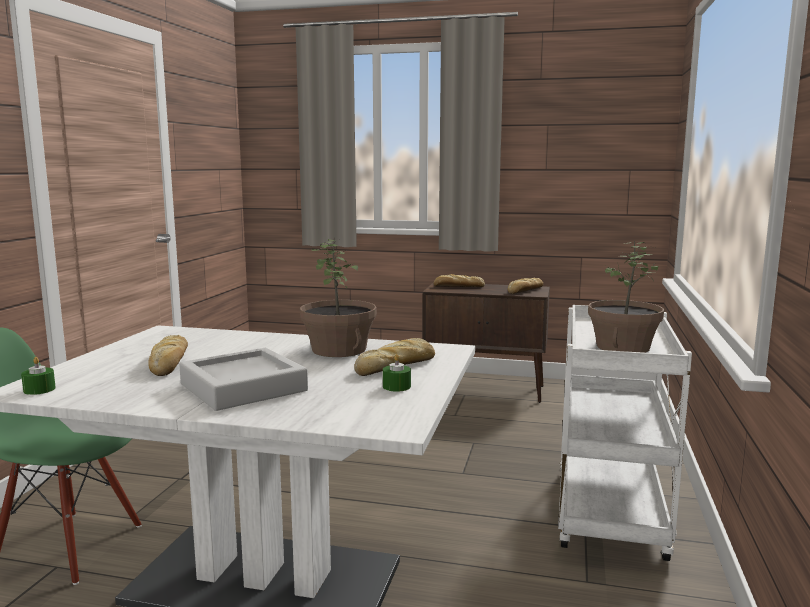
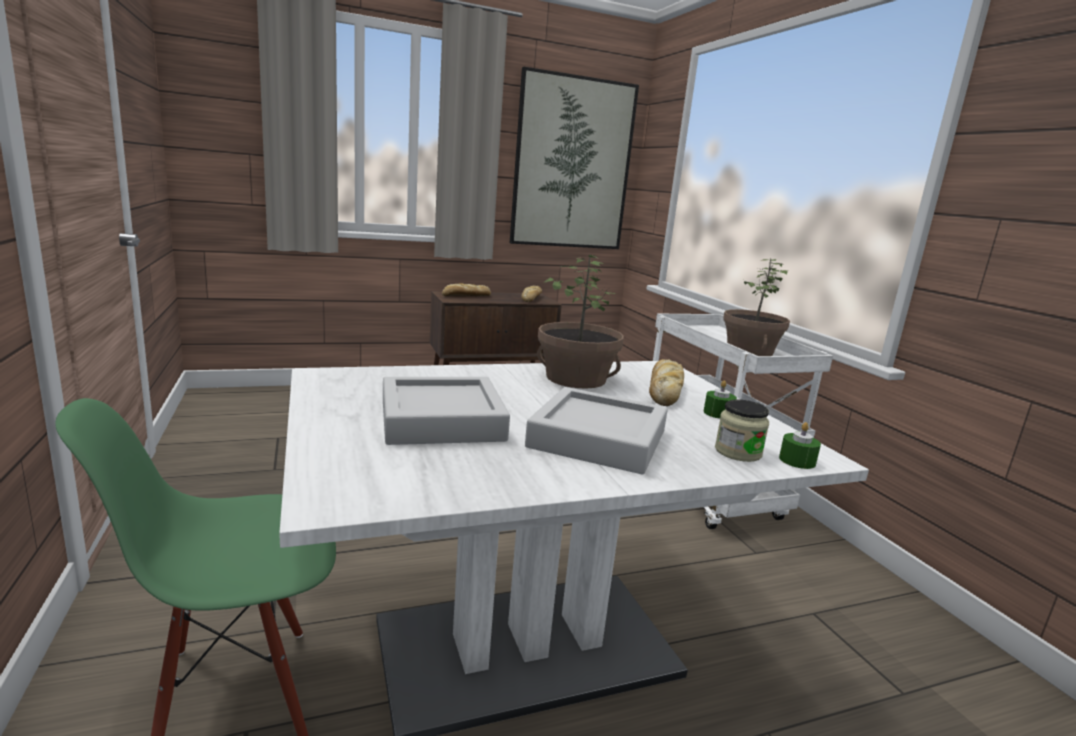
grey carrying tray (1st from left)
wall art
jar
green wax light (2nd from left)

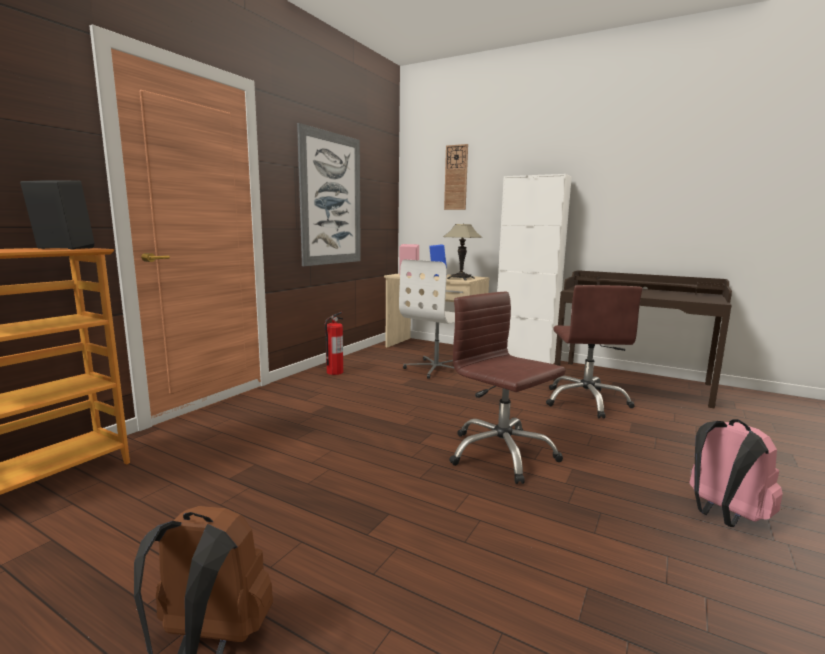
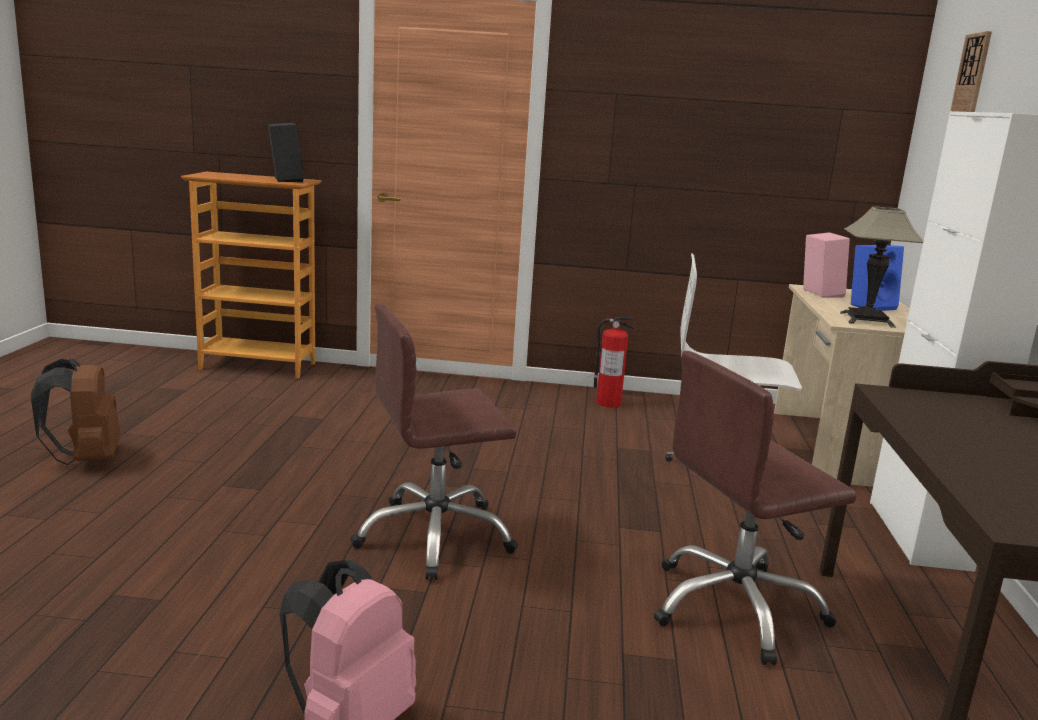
brown-coloured computer chair (1st from left)
wall art

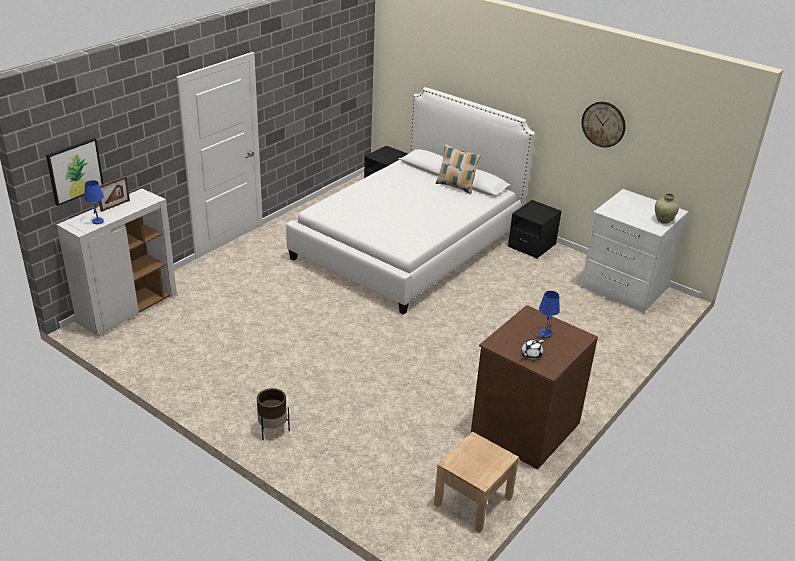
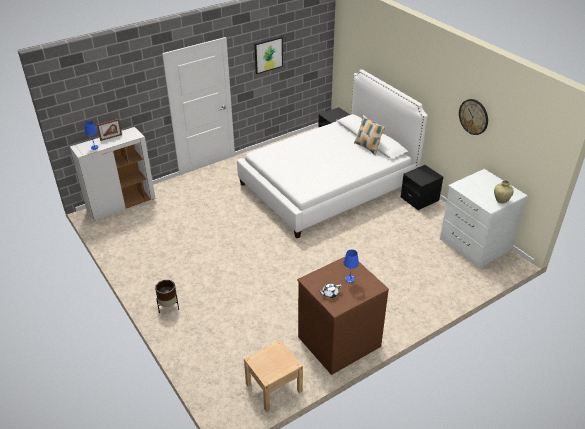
wall art

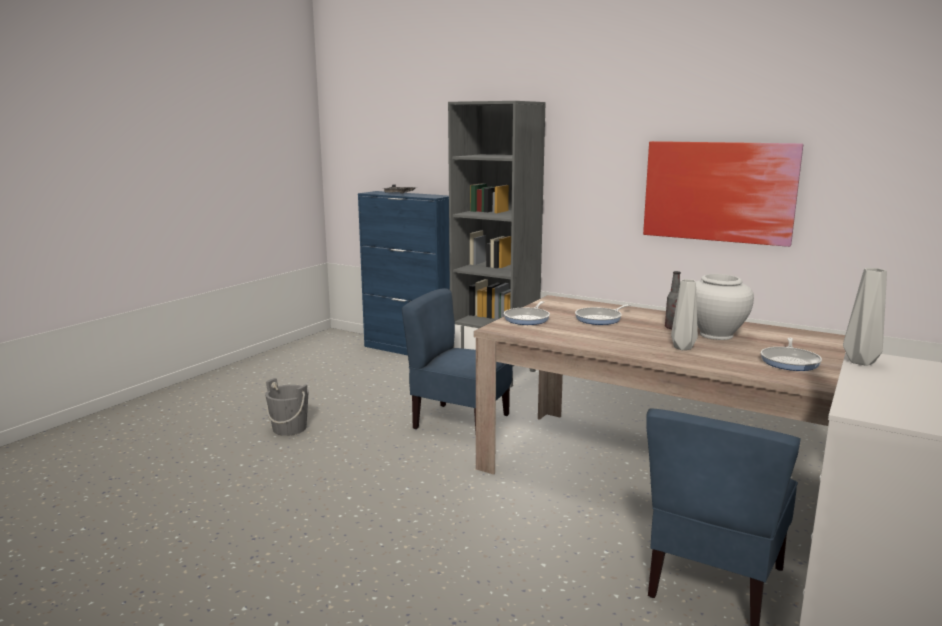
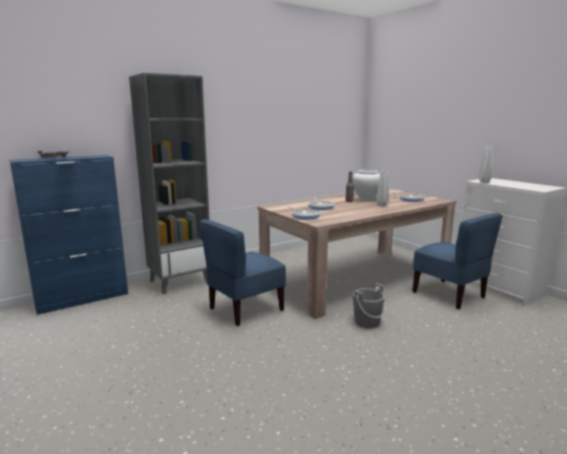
grey water bucket
wall art

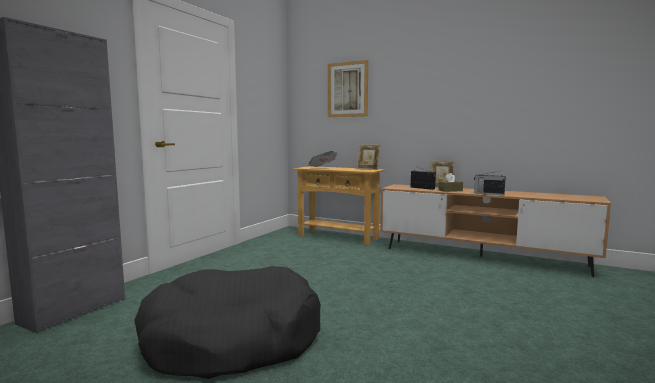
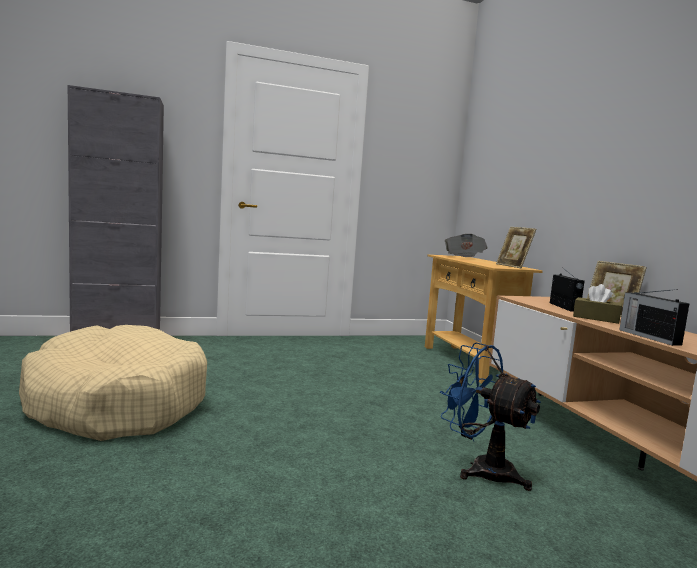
sand-coloured dog cushion
blue-coloured cooling fan
wall art

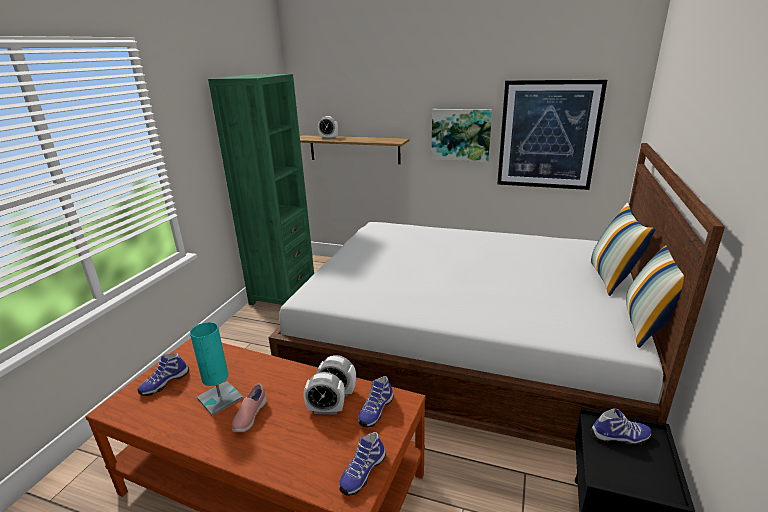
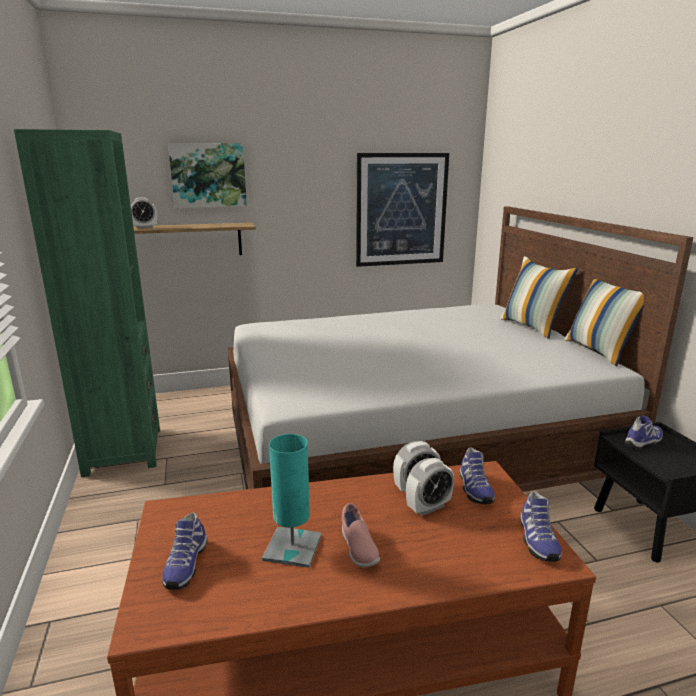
wall art (1st from left)

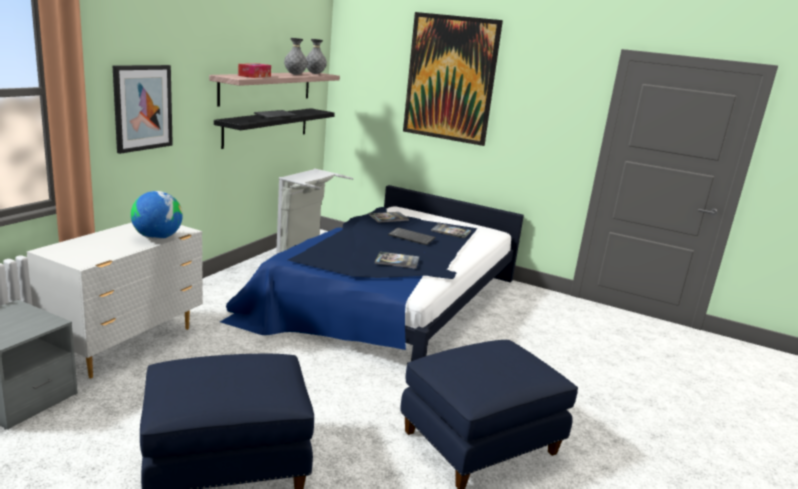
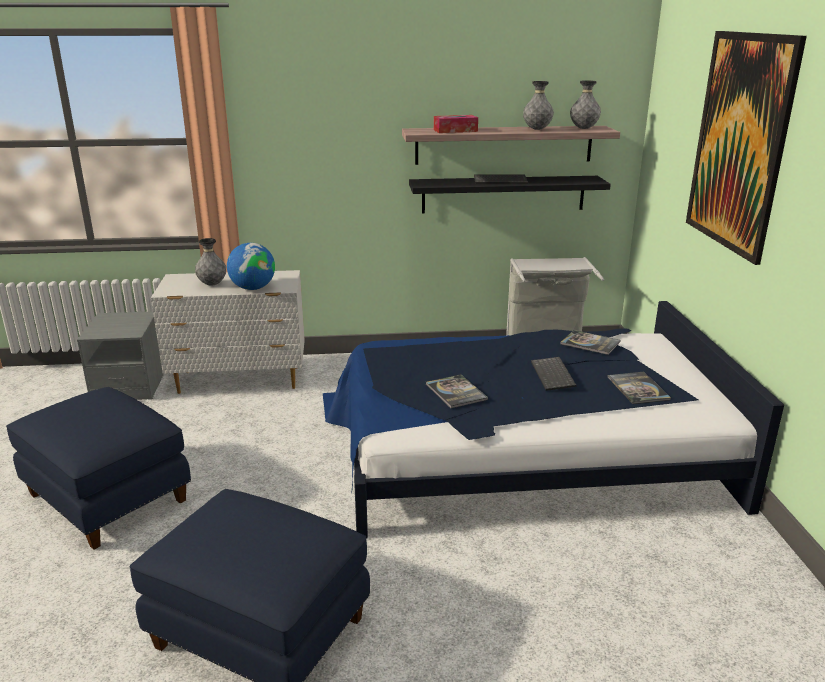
grey vase (1st from left)
wall art (1st from left in the first image)

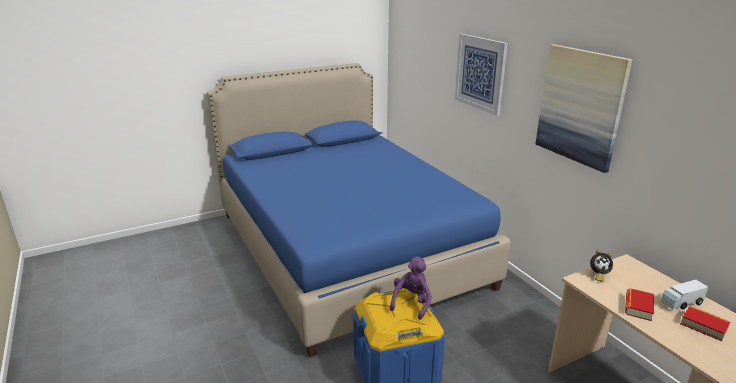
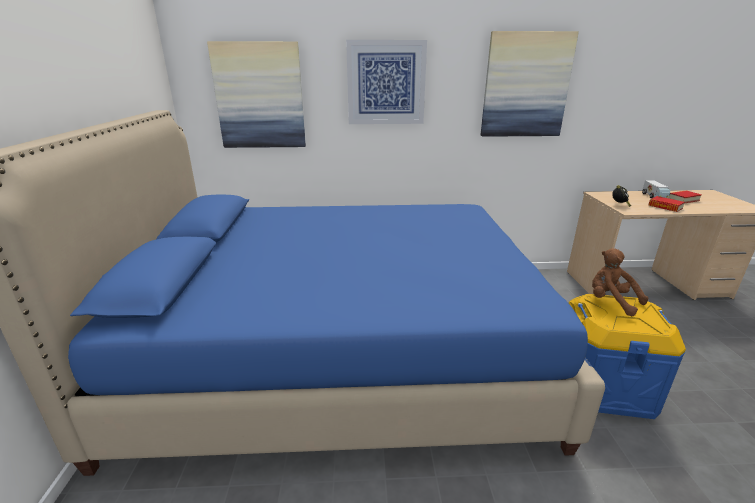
wall art (1st from left)
brown-coloured cuddly toy

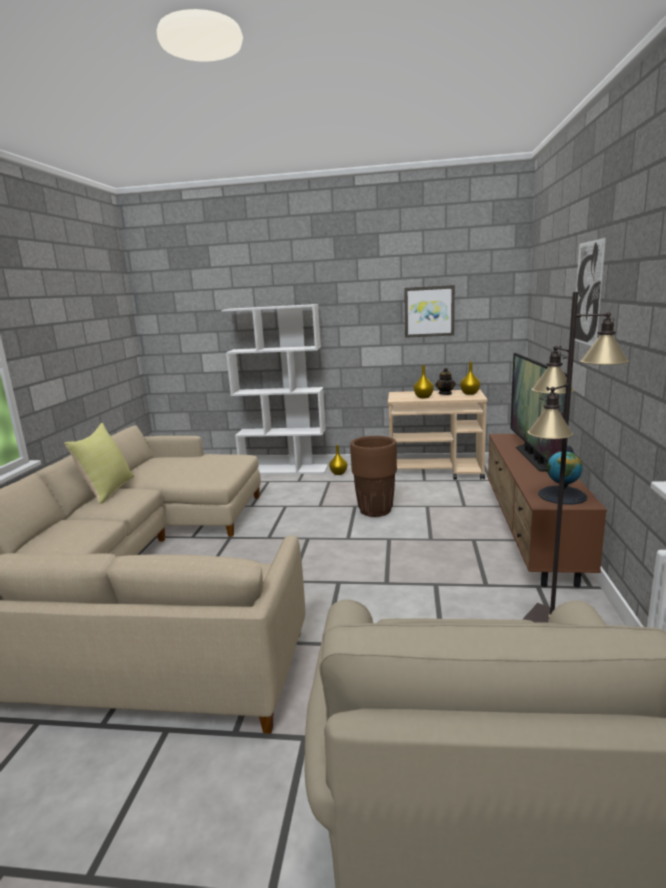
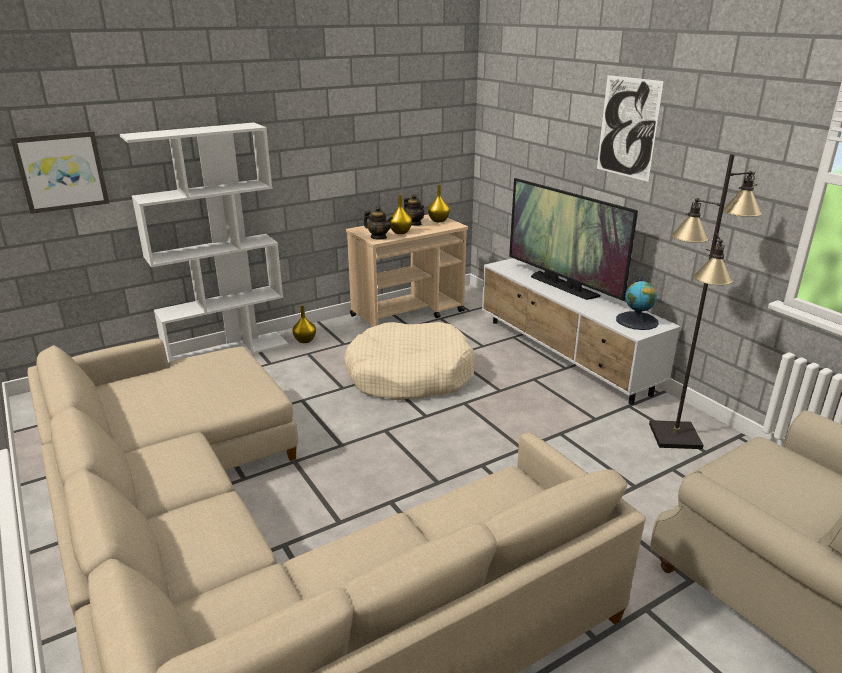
wall art (1st from left)
sand-coloured dog cushion
pot for tea (1st from left)
white tv unit
yellowish cushion

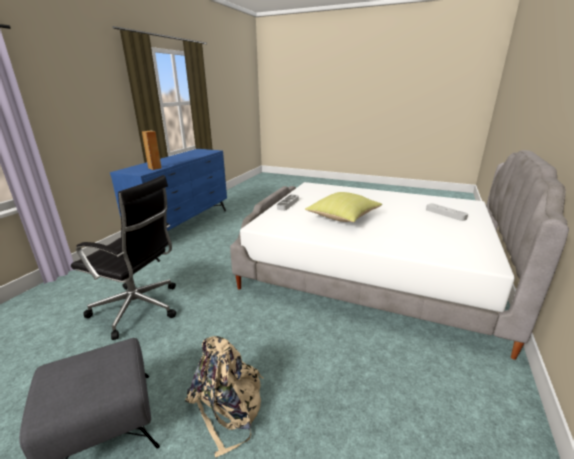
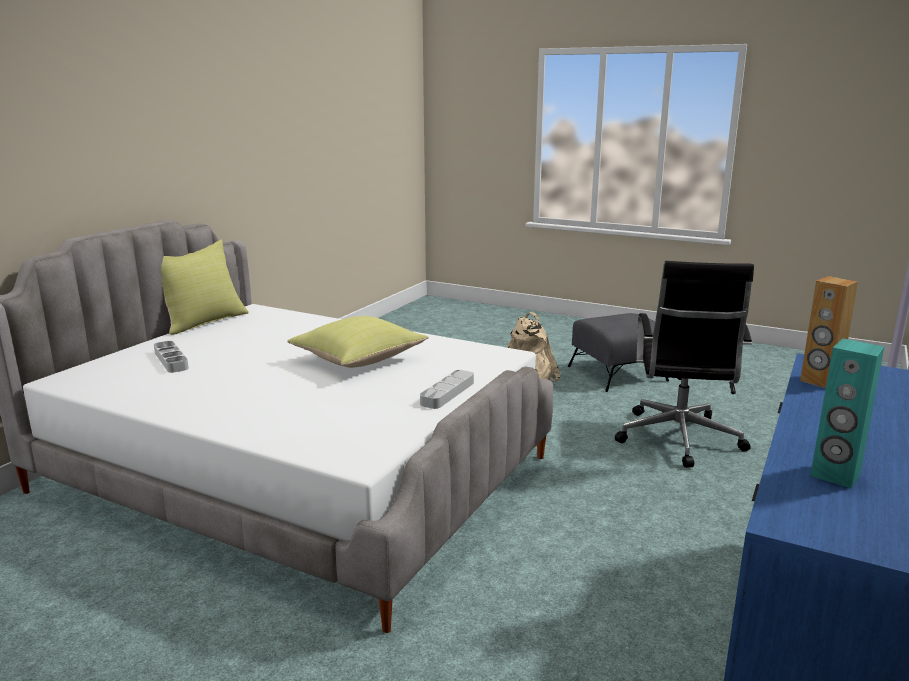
yellowish cushion (1st from left)
blackish computer chair
turquoise-coloured speaker

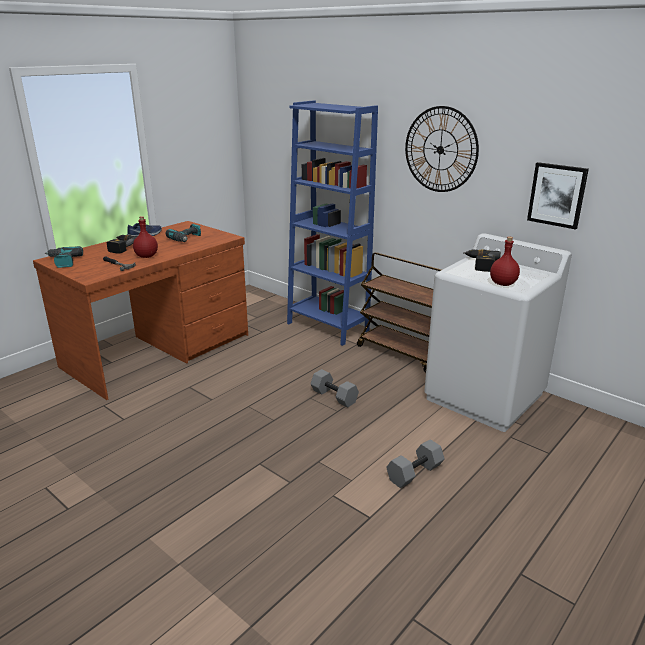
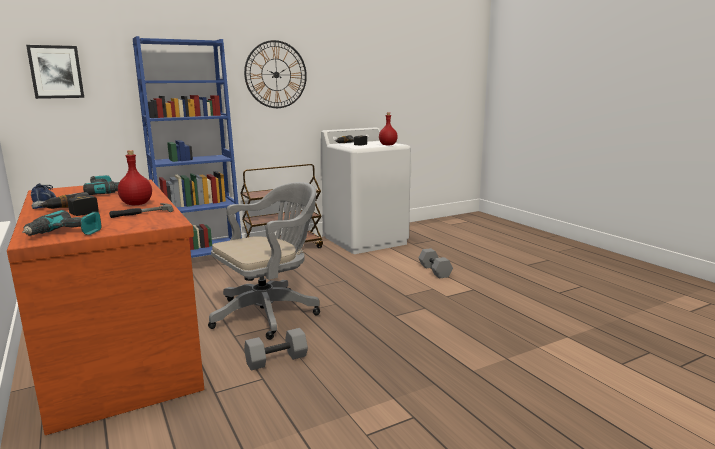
wall art
grey computer chair
grey dumbbell (1st from left)

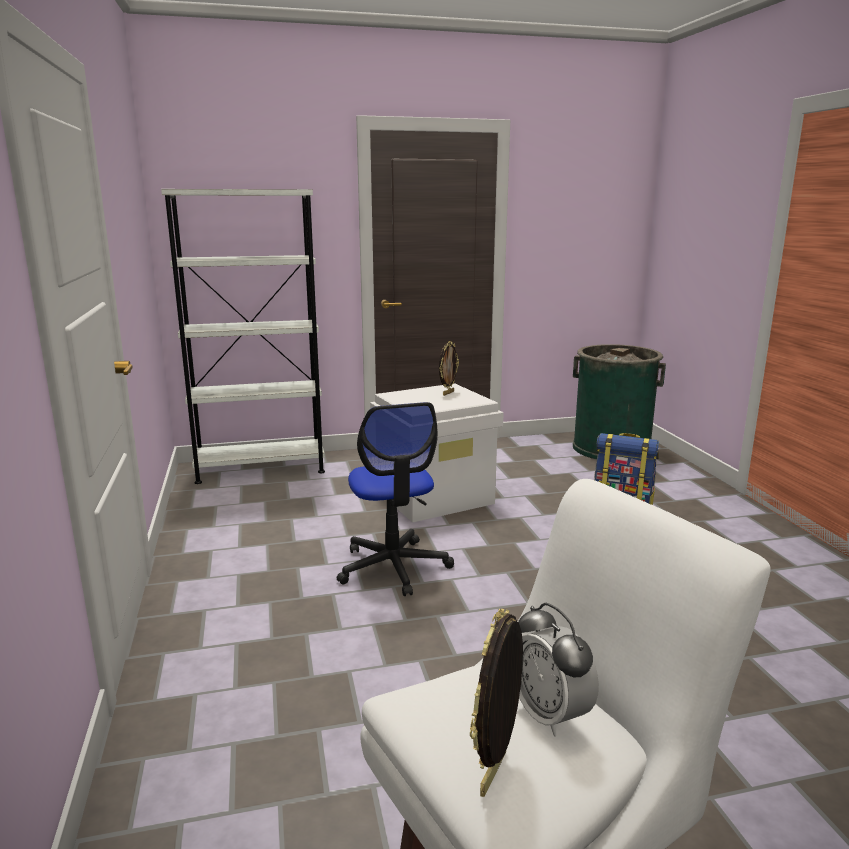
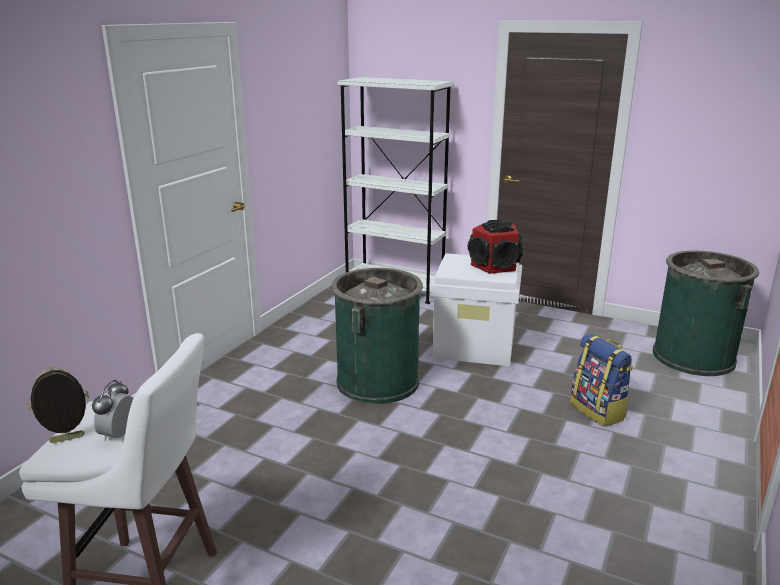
green trash can (1st from left)
speaker

